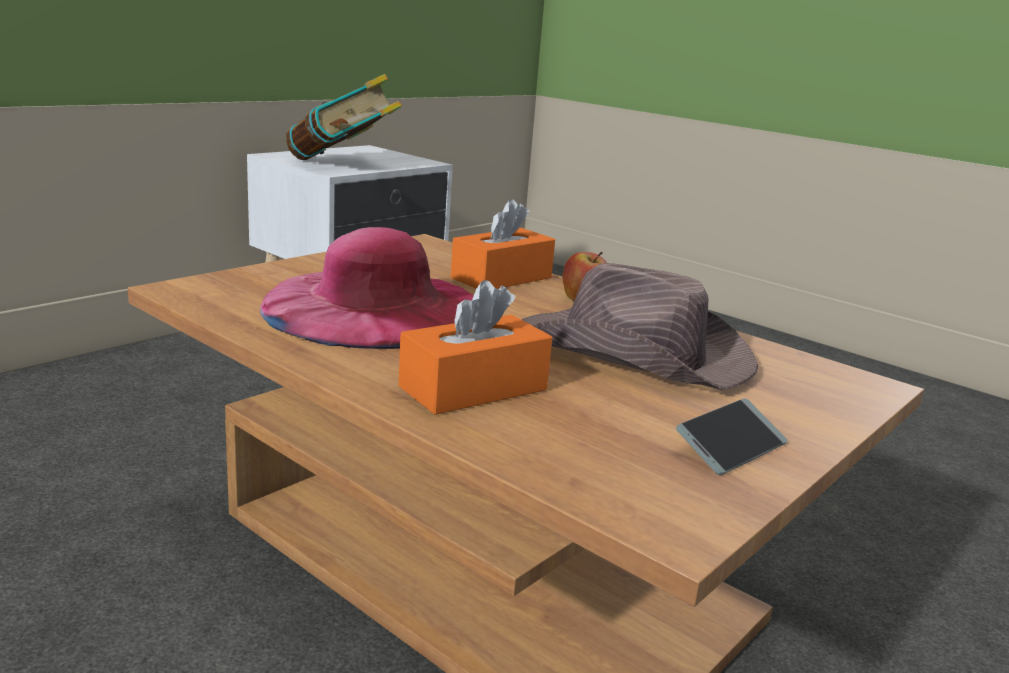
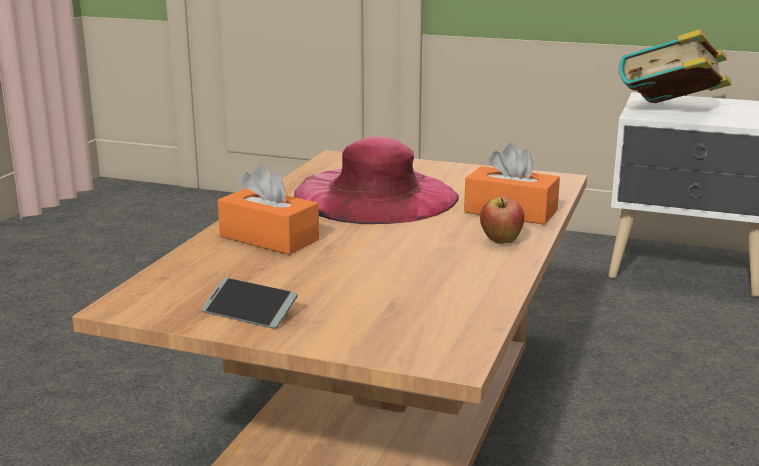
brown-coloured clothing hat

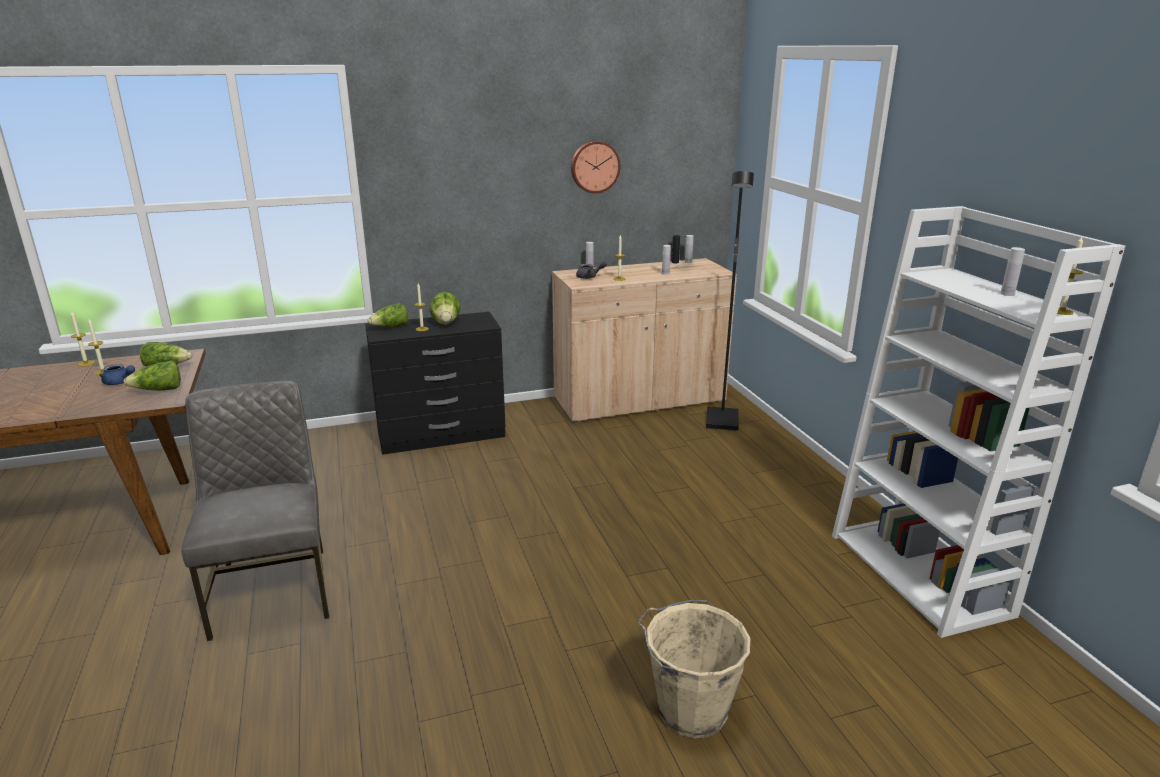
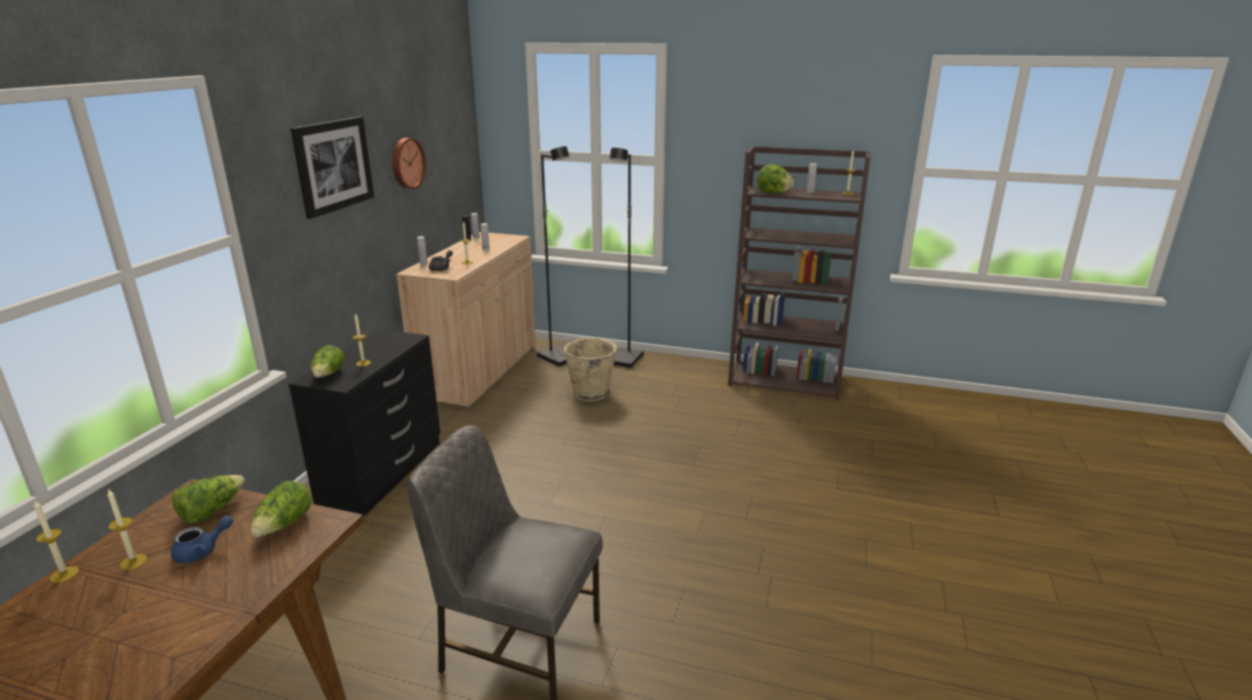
wall art
sand-coloured water bucket
blackish standing lamp (2nd from left)
brown-coloured bookshelf
head of lettuce (4th from left)

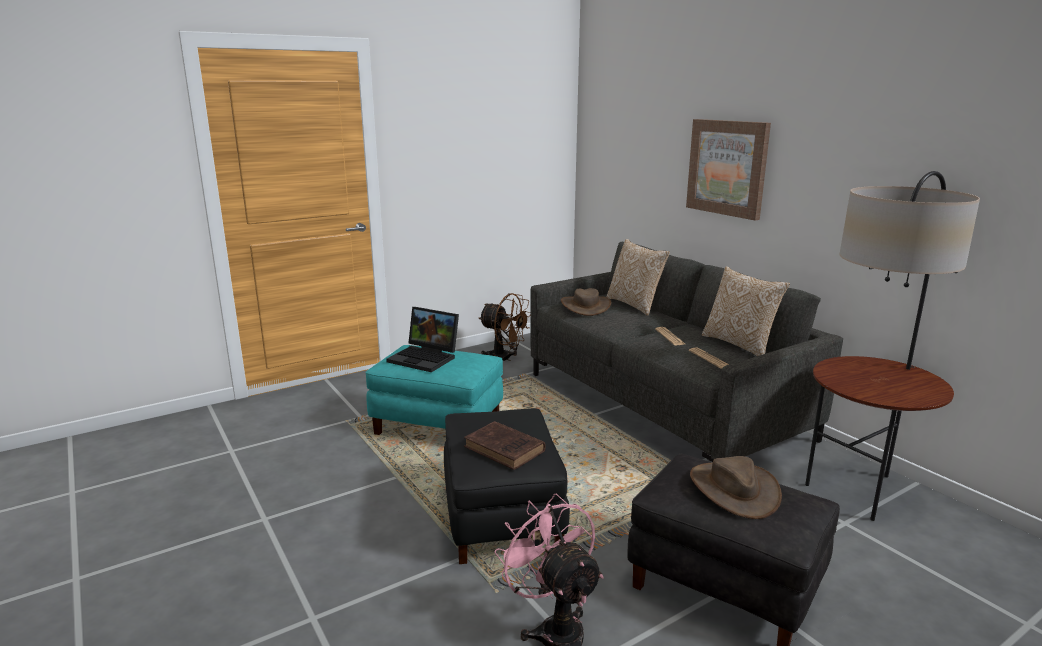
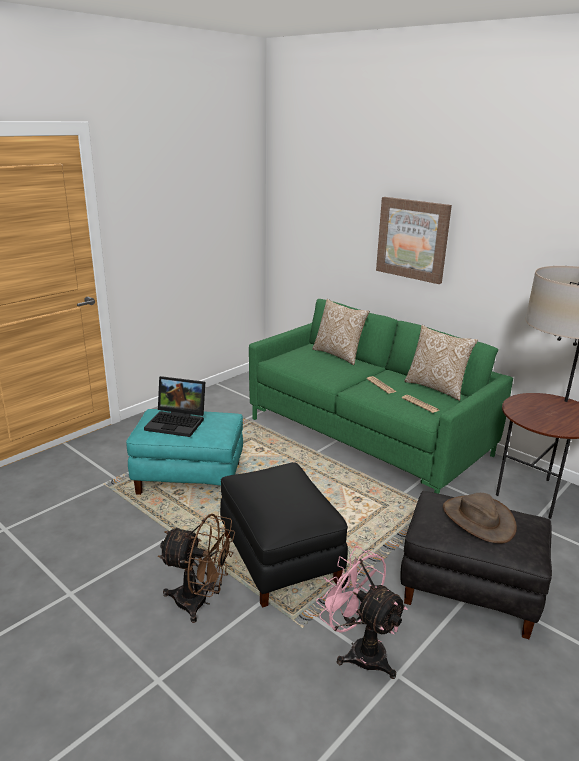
brown-coloured cooling fan
green settee
brown-coloured volume
brown-coloured clothing hat (1st from left in the first image)

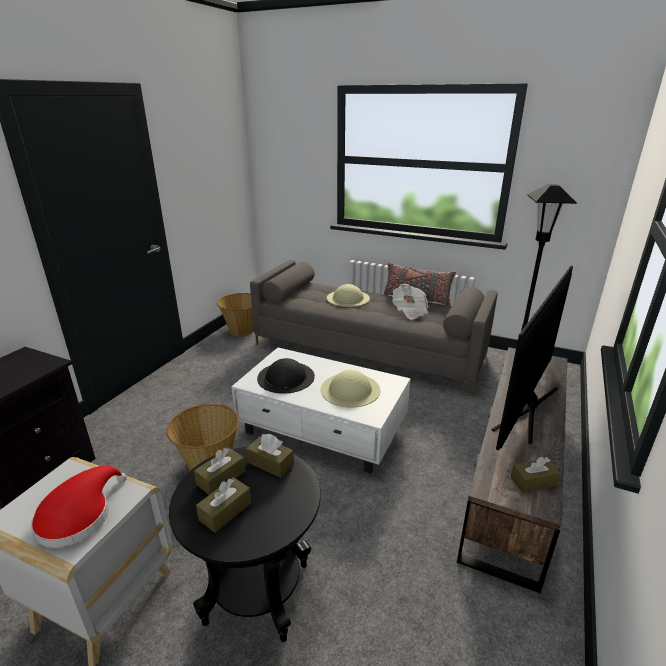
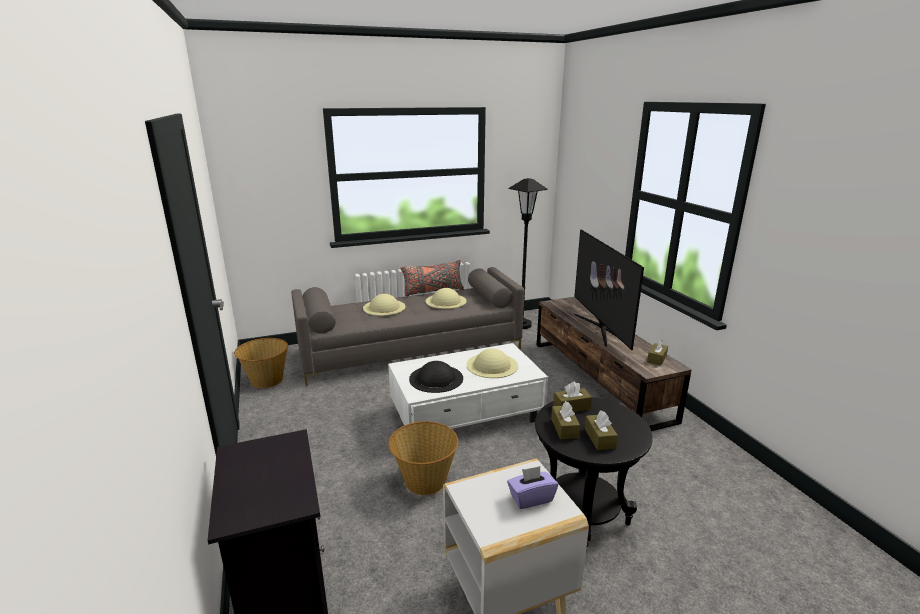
sand-coloured clothing hat (2nd from left)
purplish tissue holder

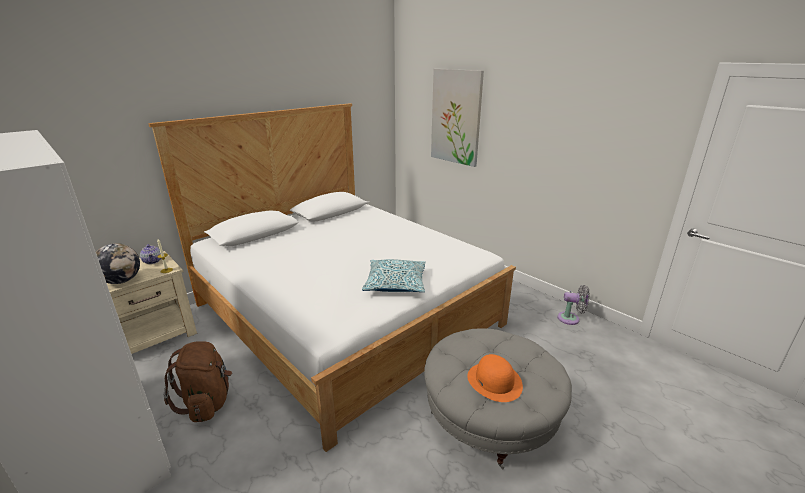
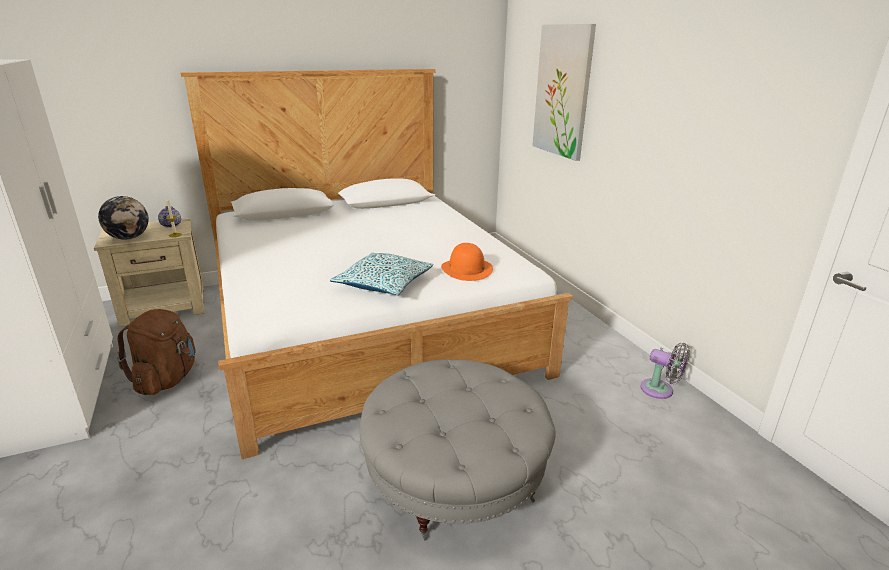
orange-coloured clothing hat

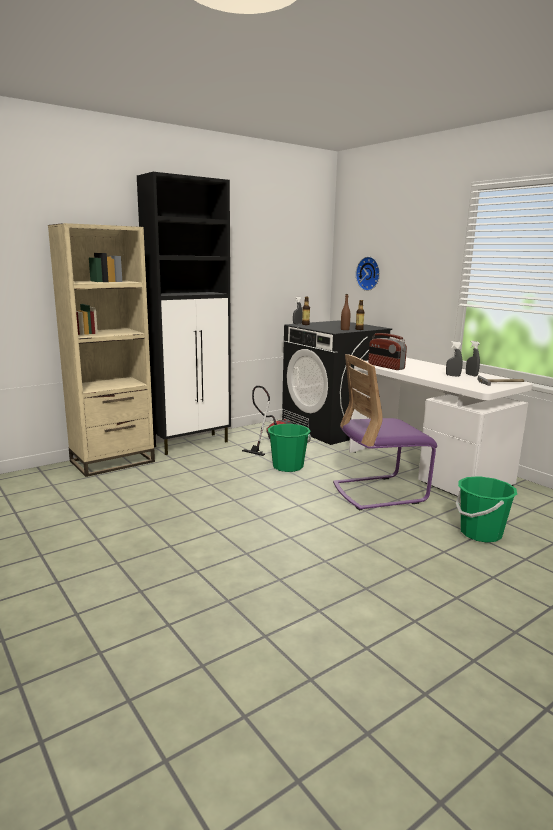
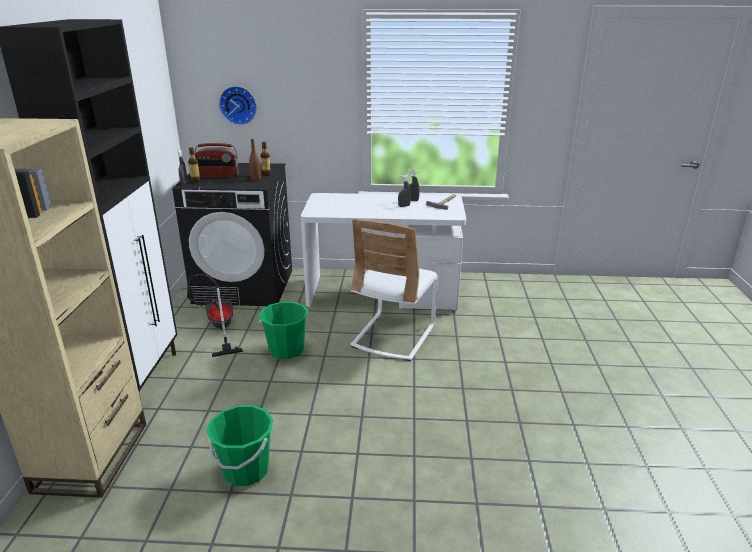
radio receiver
green water bucket (1st from left)
white plain chair

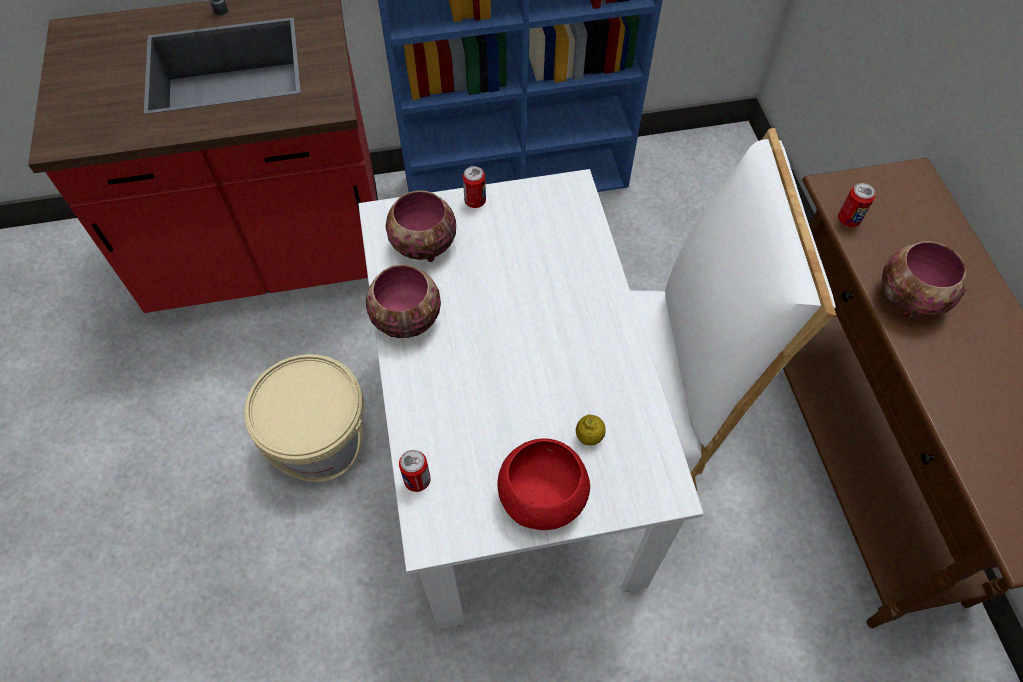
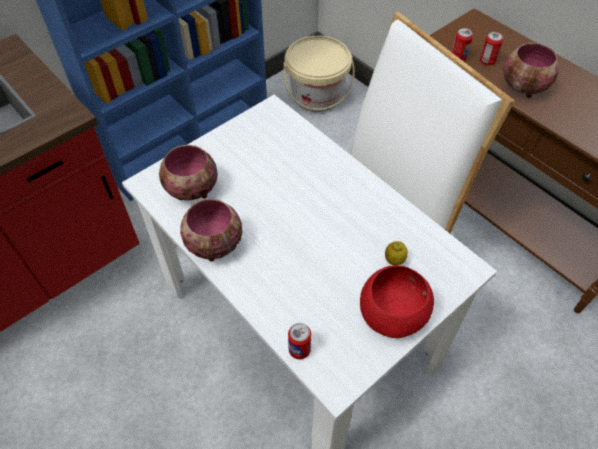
sand-coloured water bucket
metal can (3rd from left)

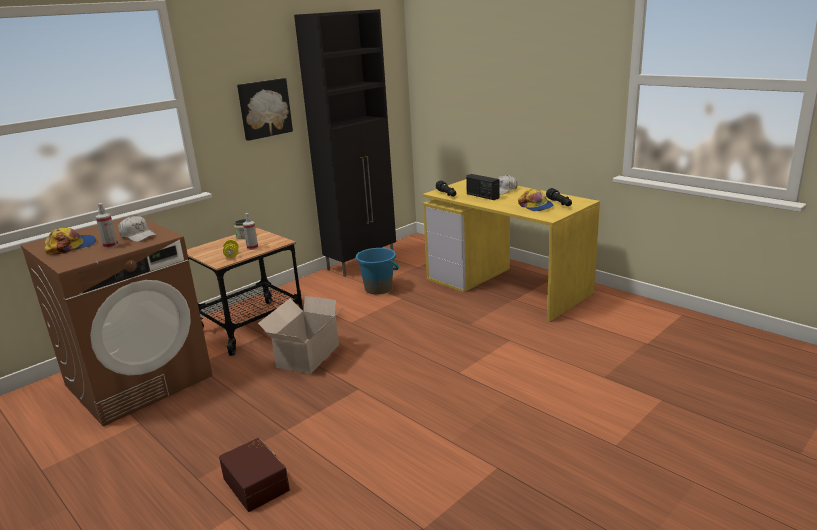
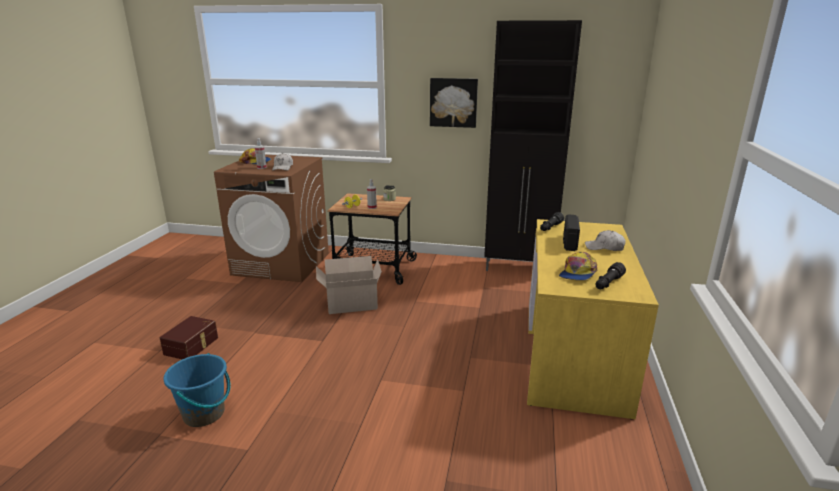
blue-coloured water bucket

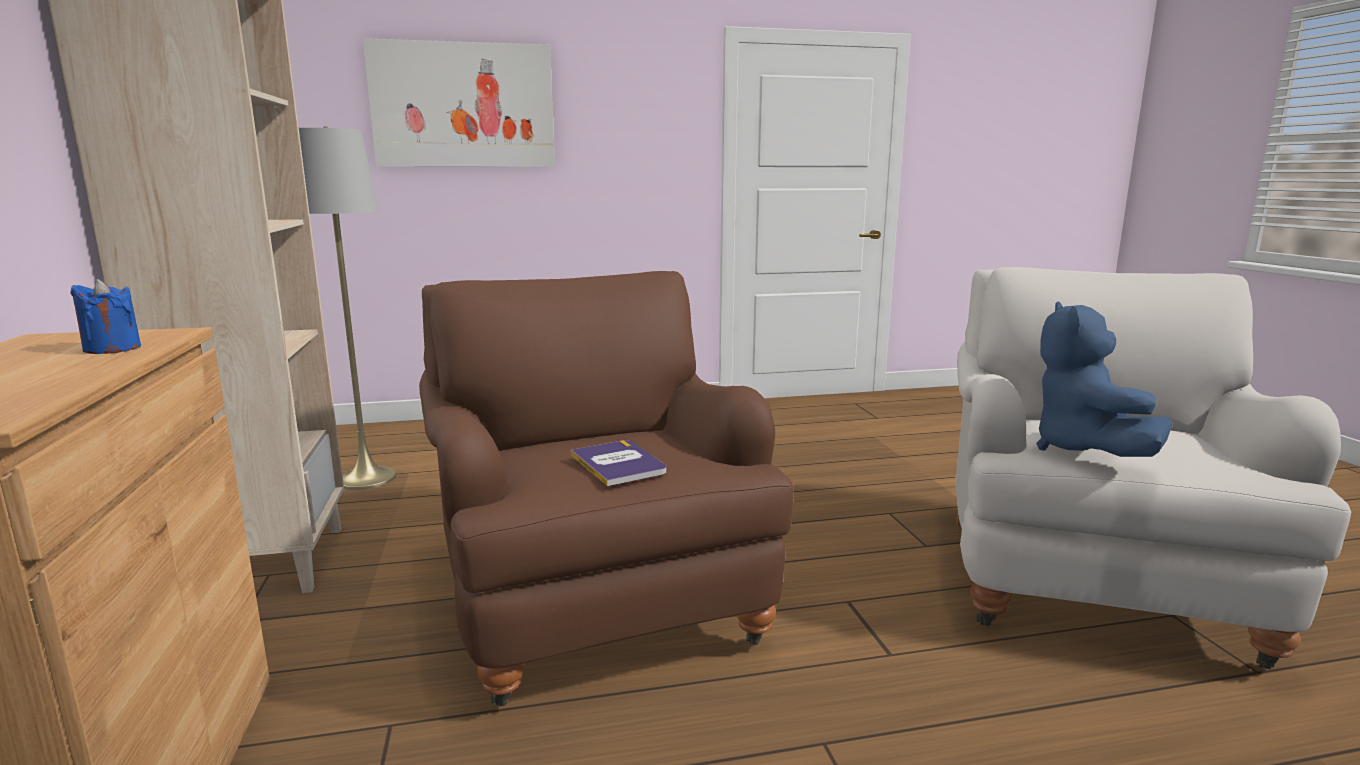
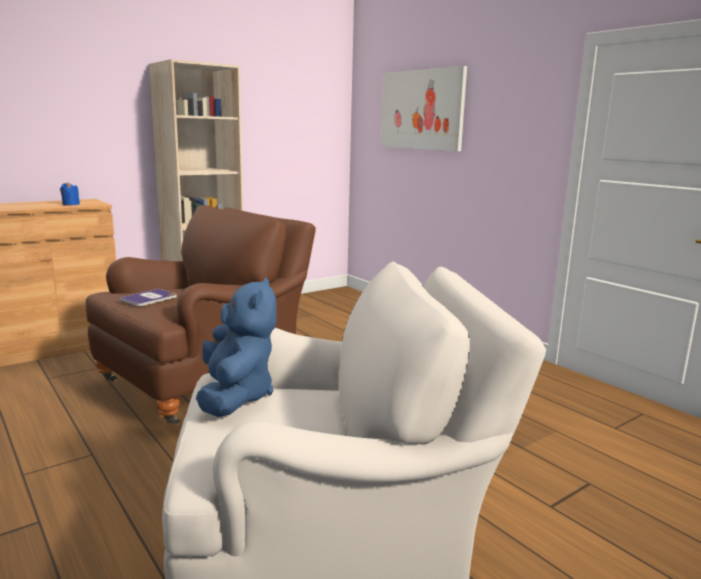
blue-coloured cuddly toy
grey standing lamp

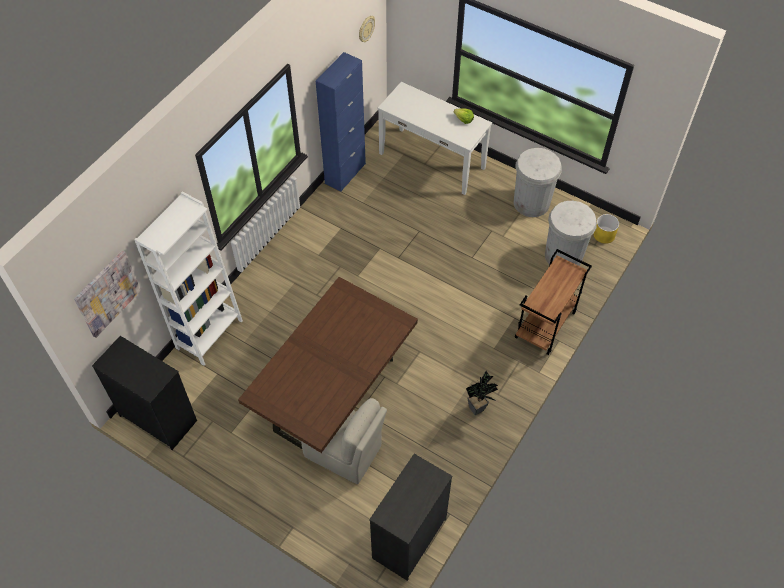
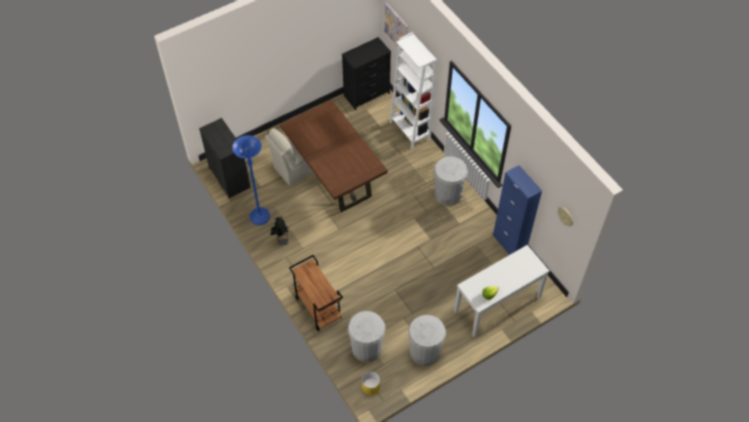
blue-coloured standing lamp
white trash can (3rd from left)

